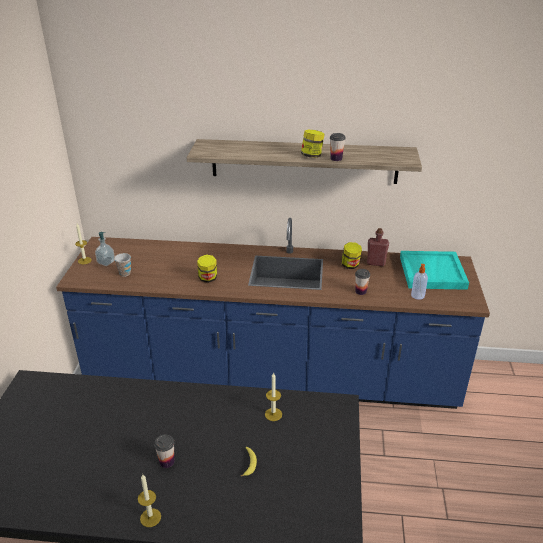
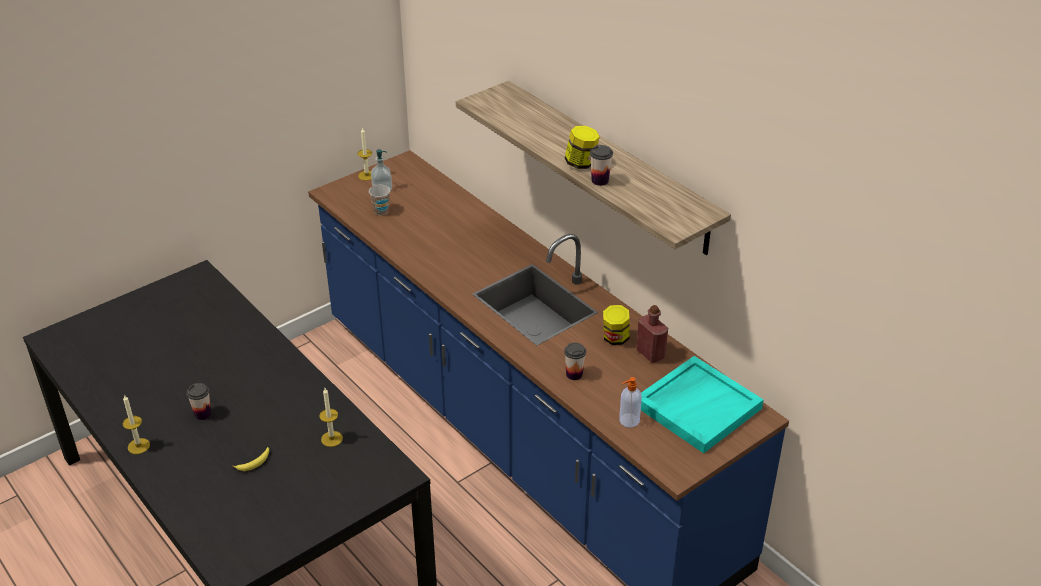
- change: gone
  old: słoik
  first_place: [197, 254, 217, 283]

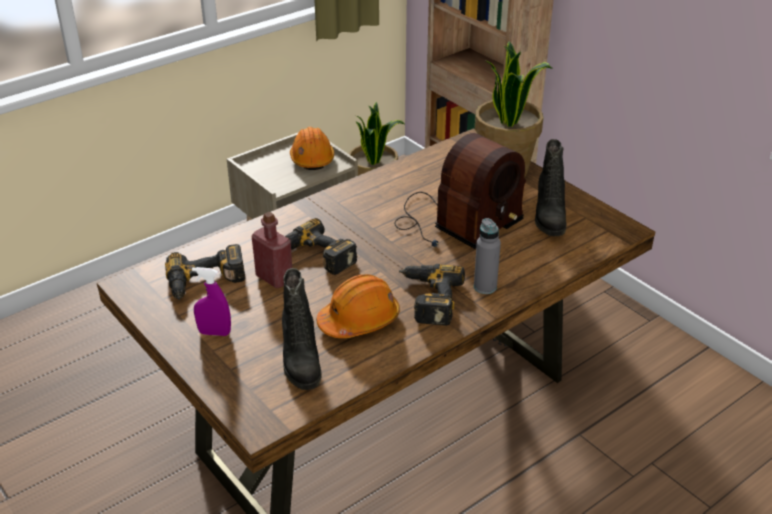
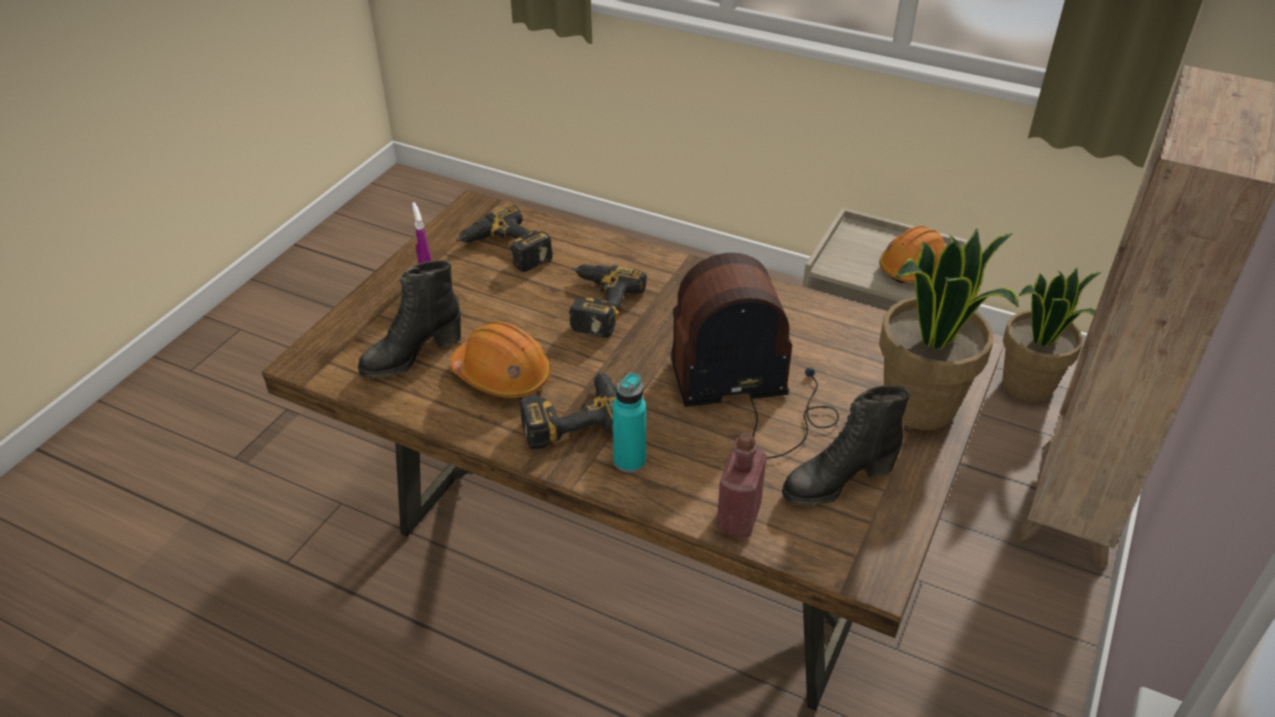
- change: repainted
  old: butelka/szary
  new: butelka/turkusowy
  first_place: [474, 218, 501, 294]
  second_place: [612, 373, 646, 473]
- change: rotated
  old: radio
  first_place: [394, 133, 526, 249]
  second_place: [670, 253, 839, 459]
  degrees: 150
- change: shifted
  old: butelka/czerwony
  first_place: [252, 212, 292, 288]
  second_place: [717, 432, 767, 538]

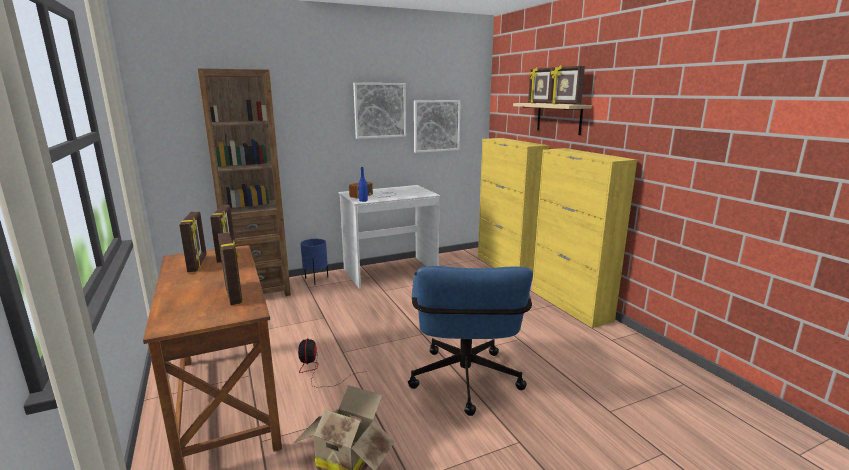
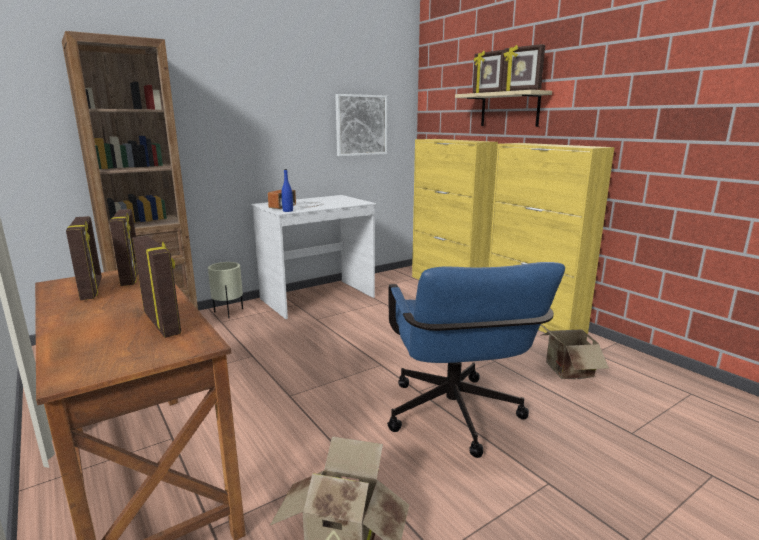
- change: repainted
  old: donica/niebieski
  new: donica/beżowy
  first_place: [300, 239, 328, 285]
  second_place: [208, 262, 243, 318]
- change: new
  new: karton
  second_place: [541, 322, 609, 380]
- change: gone
  old: wentylator
  first_place: [298, 338, 360, 387]
- change: gone
  old: obraz
  first_place: [353, 83, 406, 139]

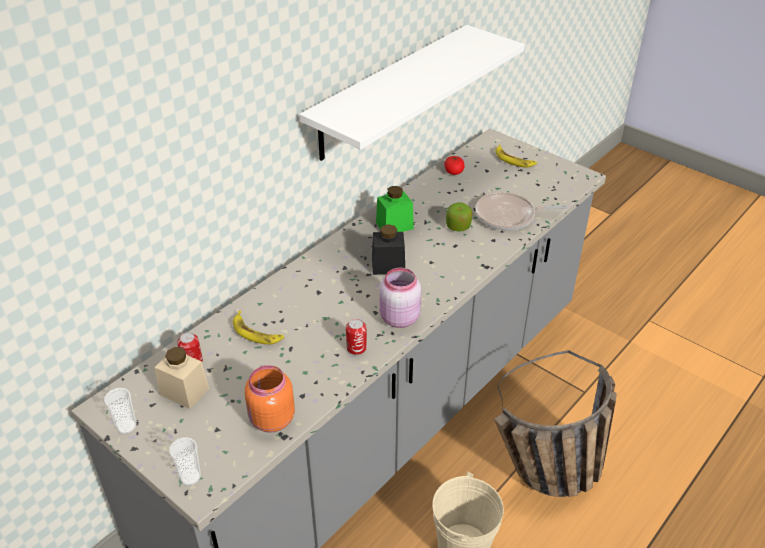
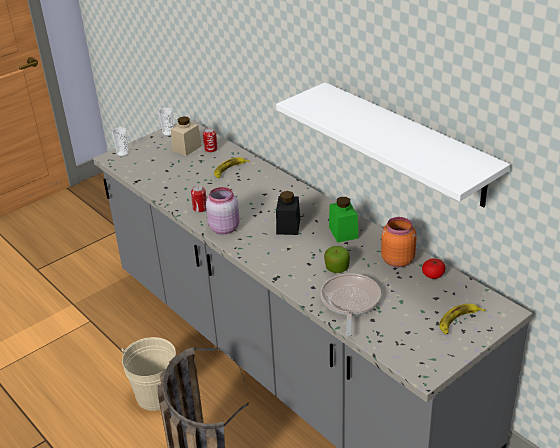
- change: shifted
  old: słoik/pomarańczowy
  first_place: [245, 365, 295, 433]
  second_place: [381, 217, 417, 267]

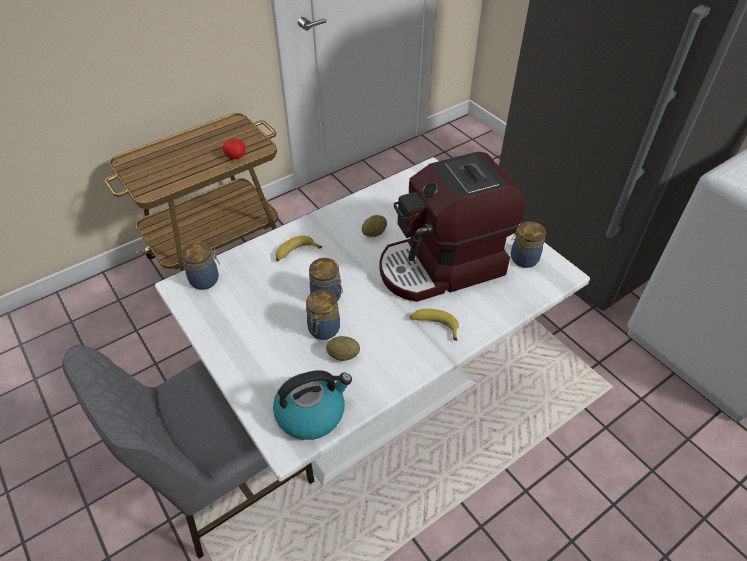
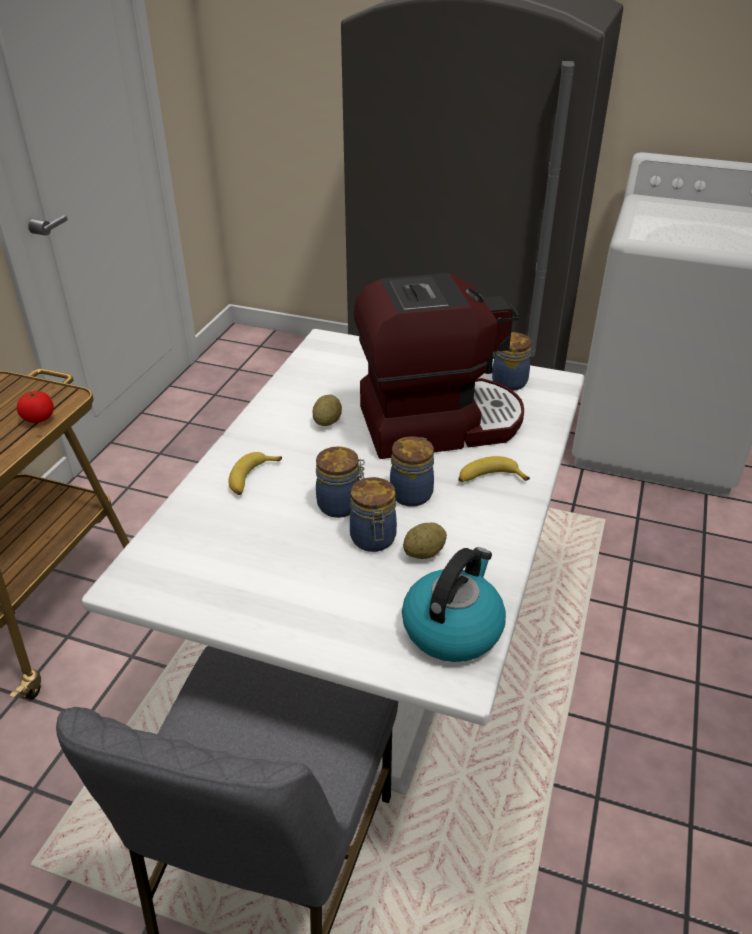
- change: rotated
  old: ekspres do kawy
  first_place: [379, 152, 525, 302]
  second_place: [354, 273, 524, 459]
  degrees: -135
- change: shifted
  old: słoik
  first_place: [181, 242, 220, 290]
  second_place: [390, 437, 434, 507]

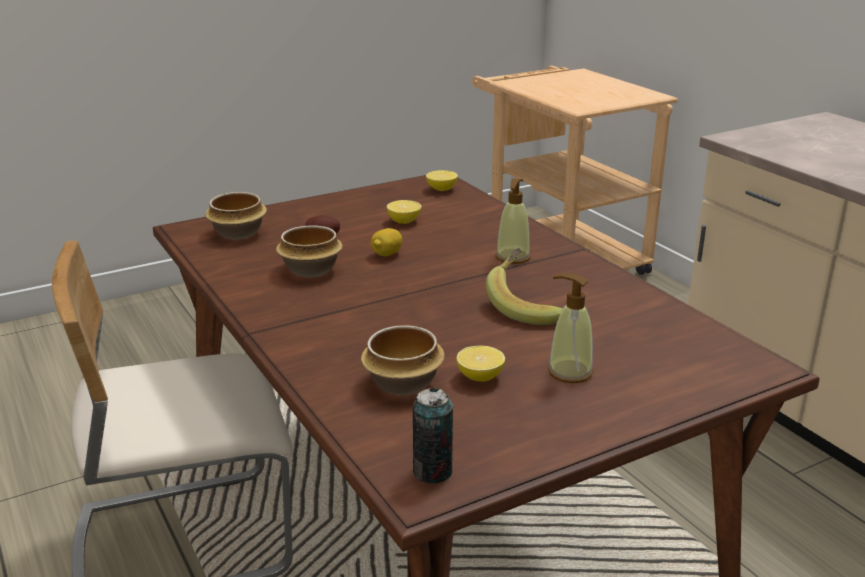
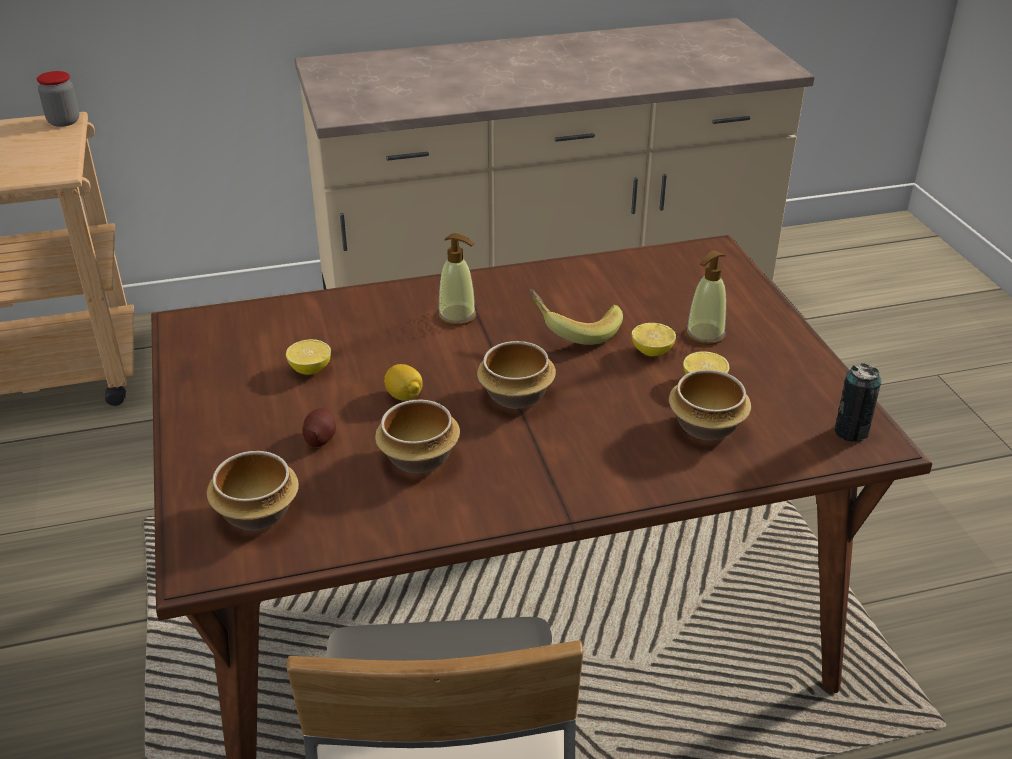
- change: new
  new: słoik
  second_place: [37, 71, 80, 127]
- change: new
  new: miska
  second_place: [477, 341, 556, 409]
- change: shifted
  old: cytryna
  first_place: [426, 170, 458, 191]
  second_place: [632, 323, 676, 356]

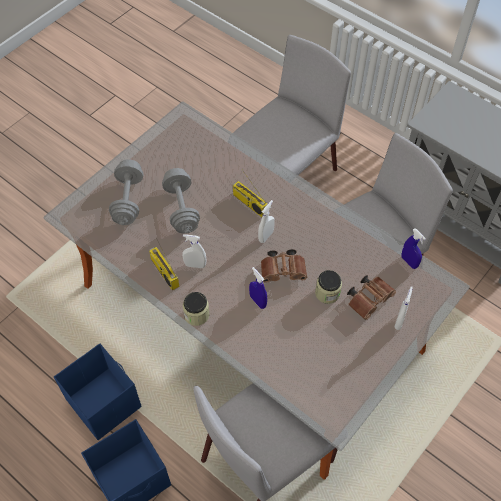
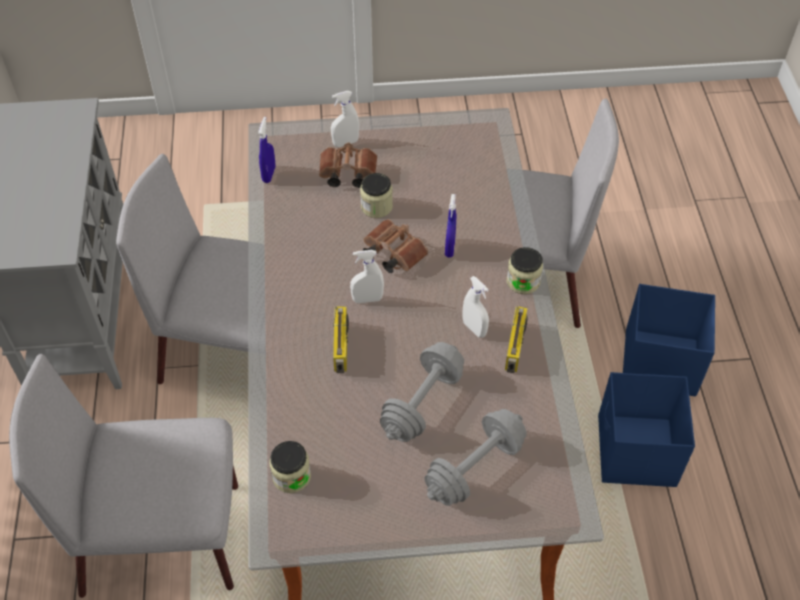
- change: new
  new: słoik
  second_place: [269, 441, 311, 493]

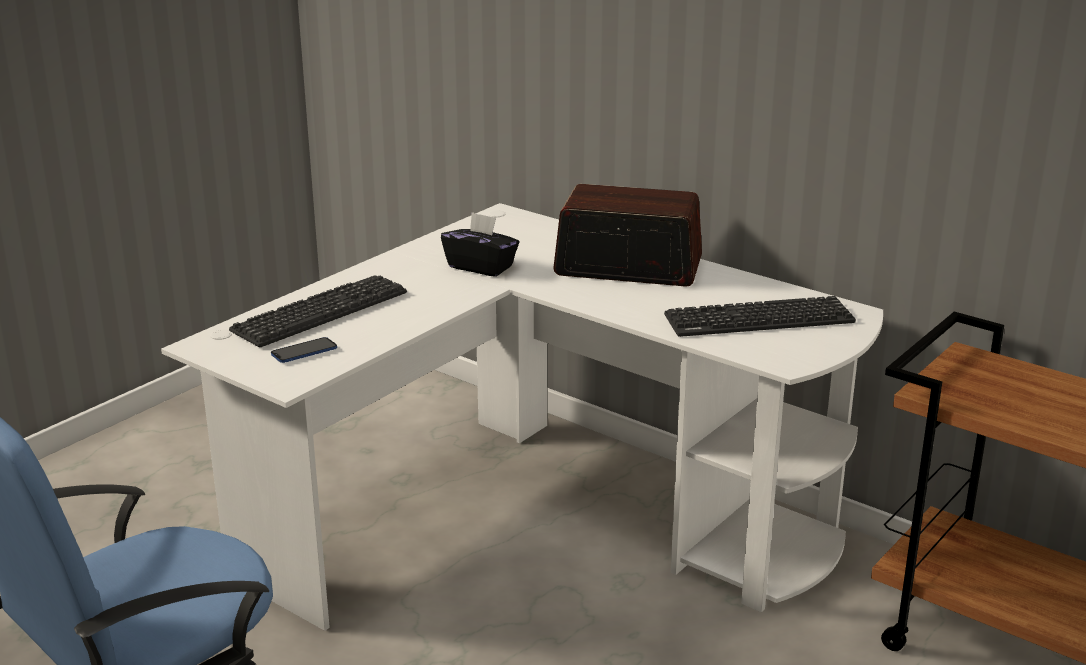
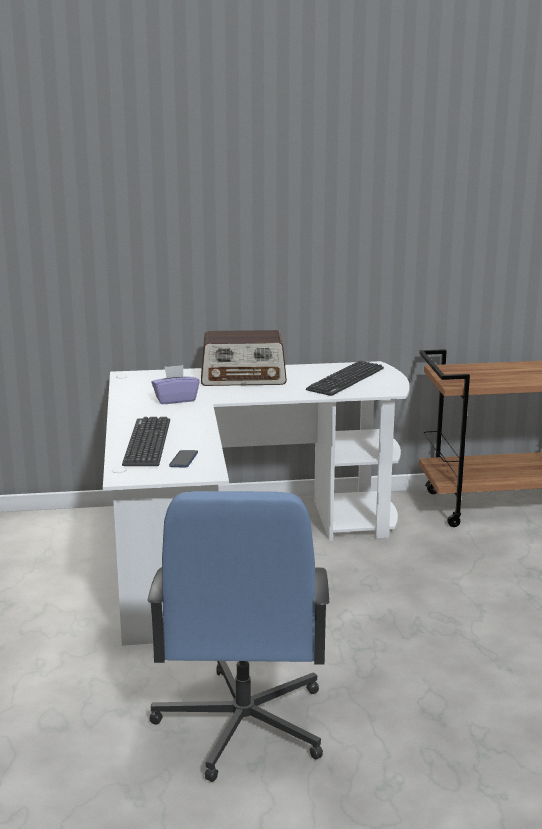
- change: repainted
  old: pudełko chusteczek/czarny
  new: pudełko chusteczek/fioletowy
  first_place: [441, 212, 519, 277]
  second_place: [151, 365, 200, 404]
- change: rotated
  old: radio
  first_place: [553, 184, 702, 287]
  second_place: [201, 330, 287, 386]
  degrees: -150

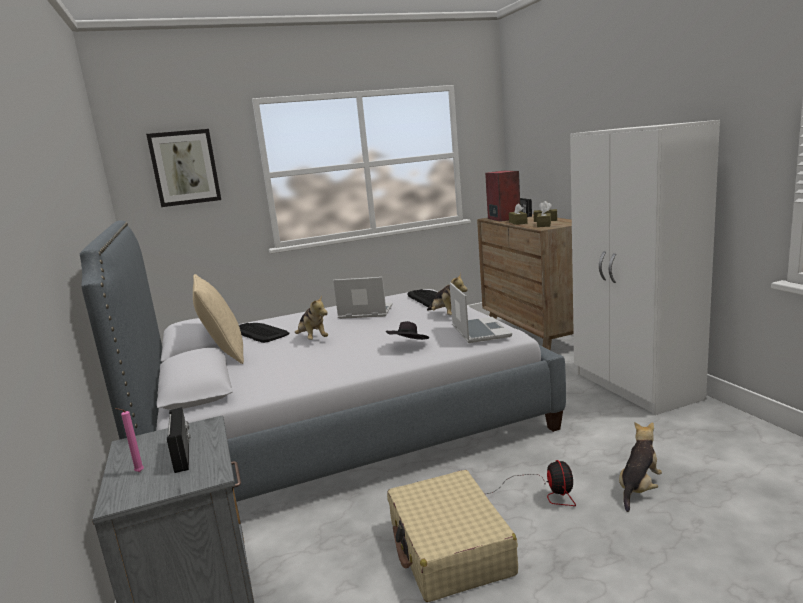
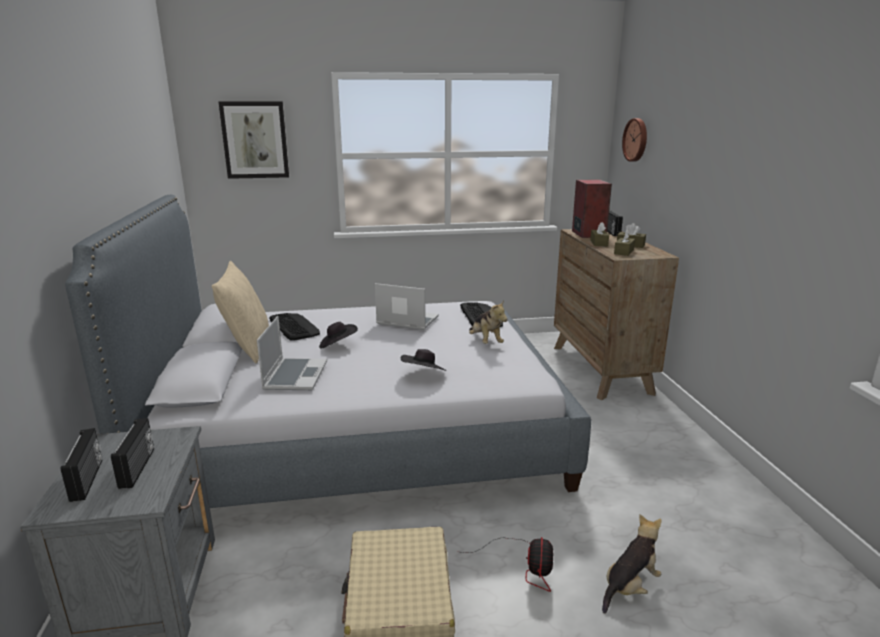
- change: swapped
  old: świeca/różowy
  new: radio
  first_place: [115, 408, 144, 472]
  second_place: [60, 428, 102, 502]
- change: shifted
  old: laptop
  first_place: [449, 282, 512, 343]
  second_place: [257, 316, 327, 390]
- change: swapped
  old: pluszak
  new: kapelusz/czarny
  first_place: [295, 295, 328, 340]
  second_place: [319, 322, 358, 349]
- change: new
  new: zegar ścienny
  second_place: [622, 118, 647, 162]
- change: gone
  old: szafa/biały
  first_place: [570, 120, 720, 415]

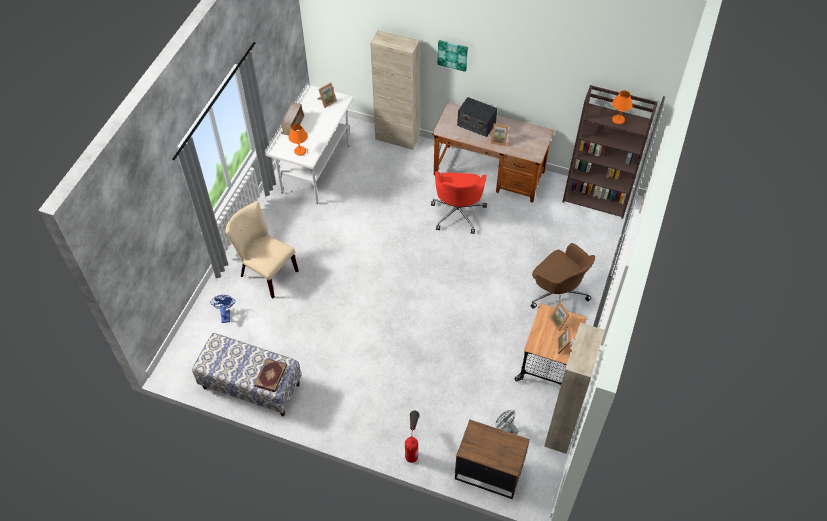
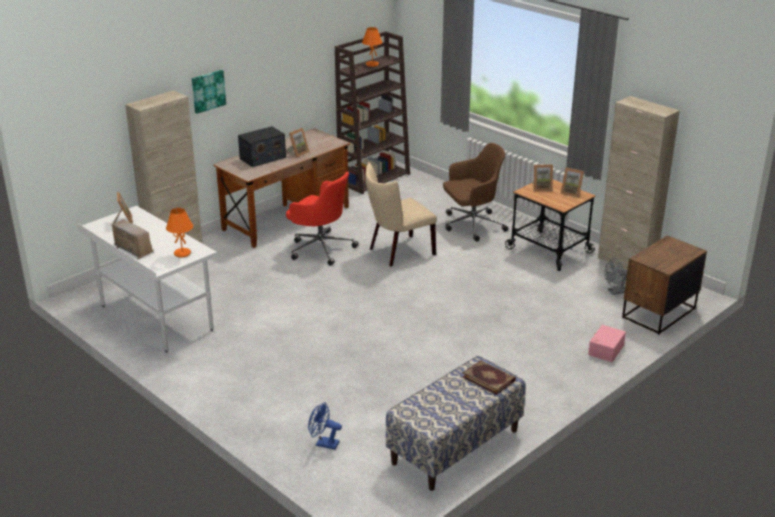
- change: shifted
  old: krzesło/beżowy
  first_place: [225, 201, 299, 298]
  second_place: [365, 162, 437, 267]
- change: swapped
  old: gaśnica
  new: pojemnik do przechowywania/różowy
  first_place: [405, 411, 420, 463]
  second_place: [588, 325, 626, 362]

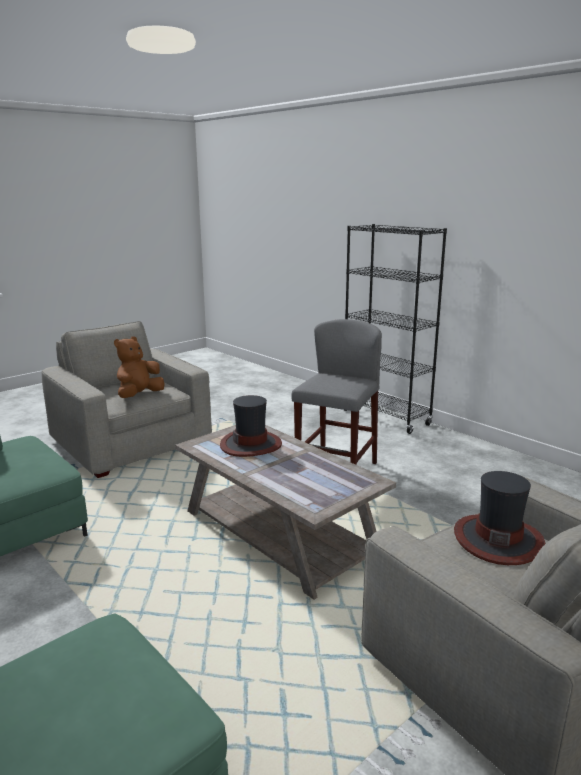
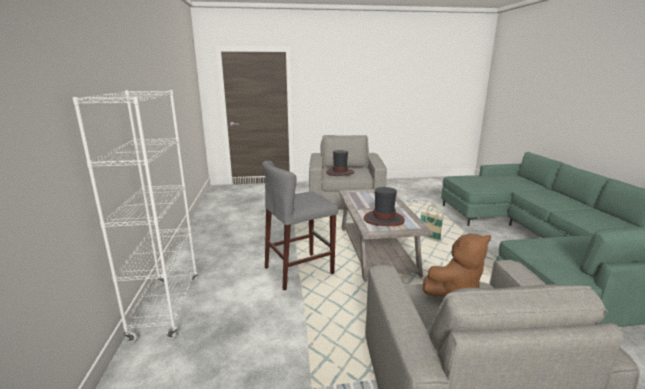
- change: repainted
  old: regał/czarny
  new: regał/biały
  first_place: [344, 224, 447, 434]
  second_place: [72, 90, 198, 343]
- change: new
  new: koszyk
  second_place: [421, 205, 444, 241]

